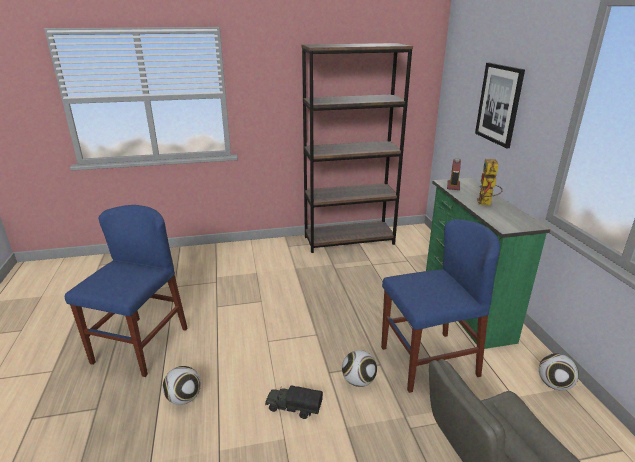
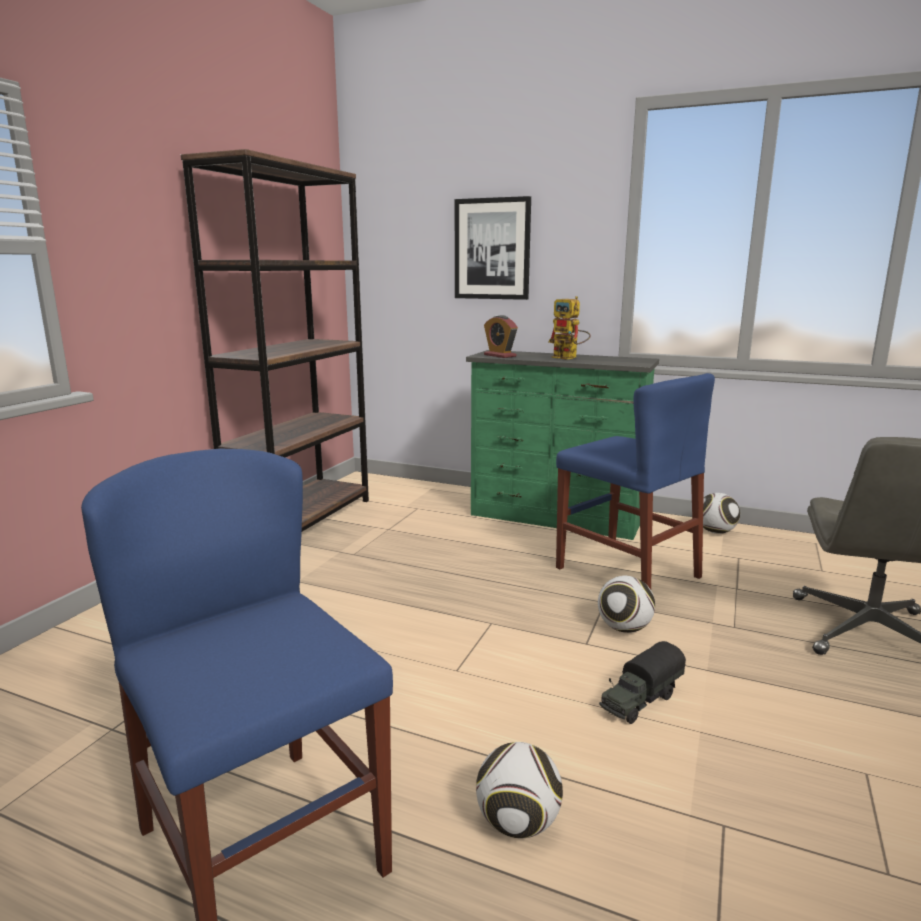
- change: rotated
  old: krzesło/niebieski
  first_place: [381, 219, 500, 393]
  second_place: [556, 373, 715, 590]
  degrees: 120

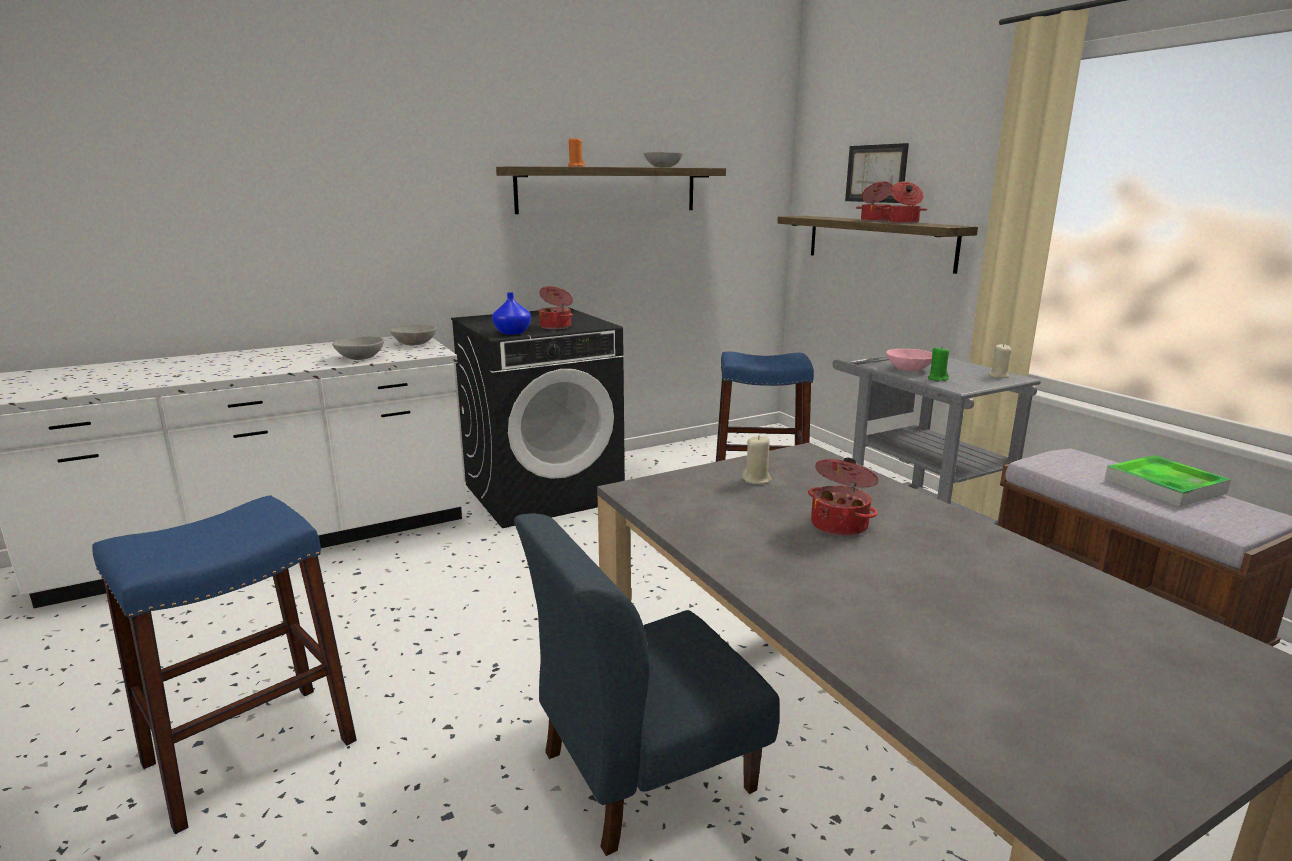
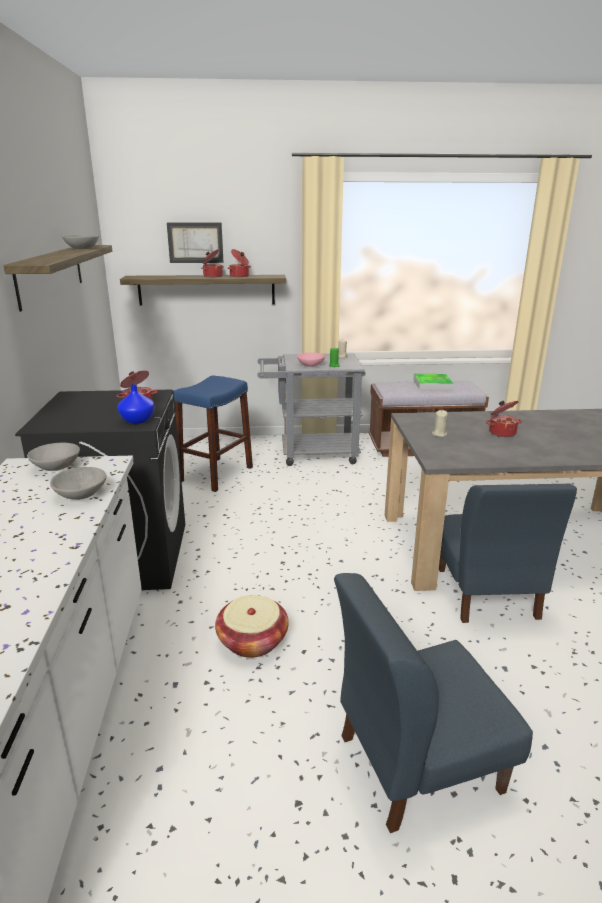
- change: new
  new: koszyk
  second_place: [215, 595, 289, 658]
- change: swapped
  old: stołek/niebieski
  new: krzesło/niebieski
  first_place: [92, 495, 357, 834]
  second_place: [334, 573, 533, 833]
- change: gone
  old: świeca/pomarańczowy
  first_place: [568, 137, 585, 167]

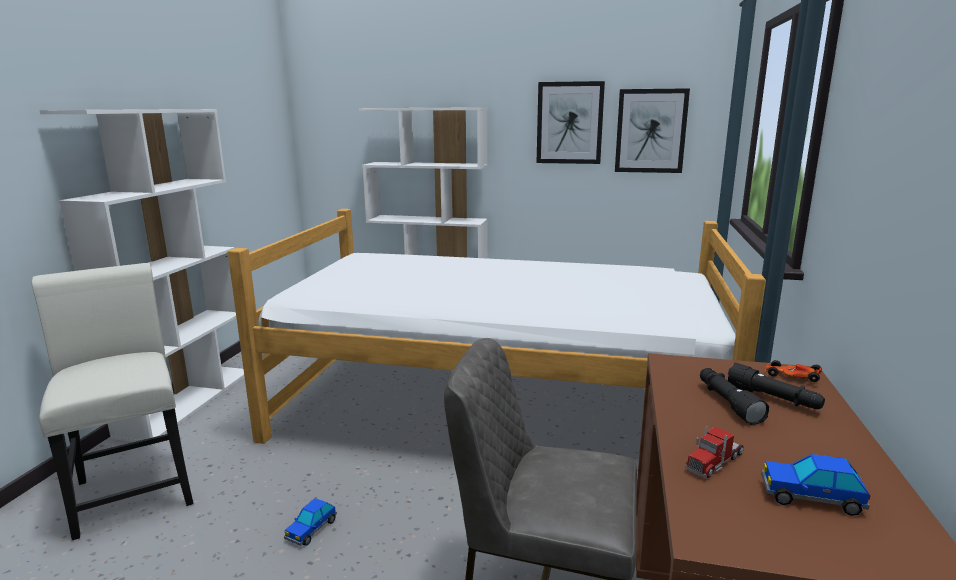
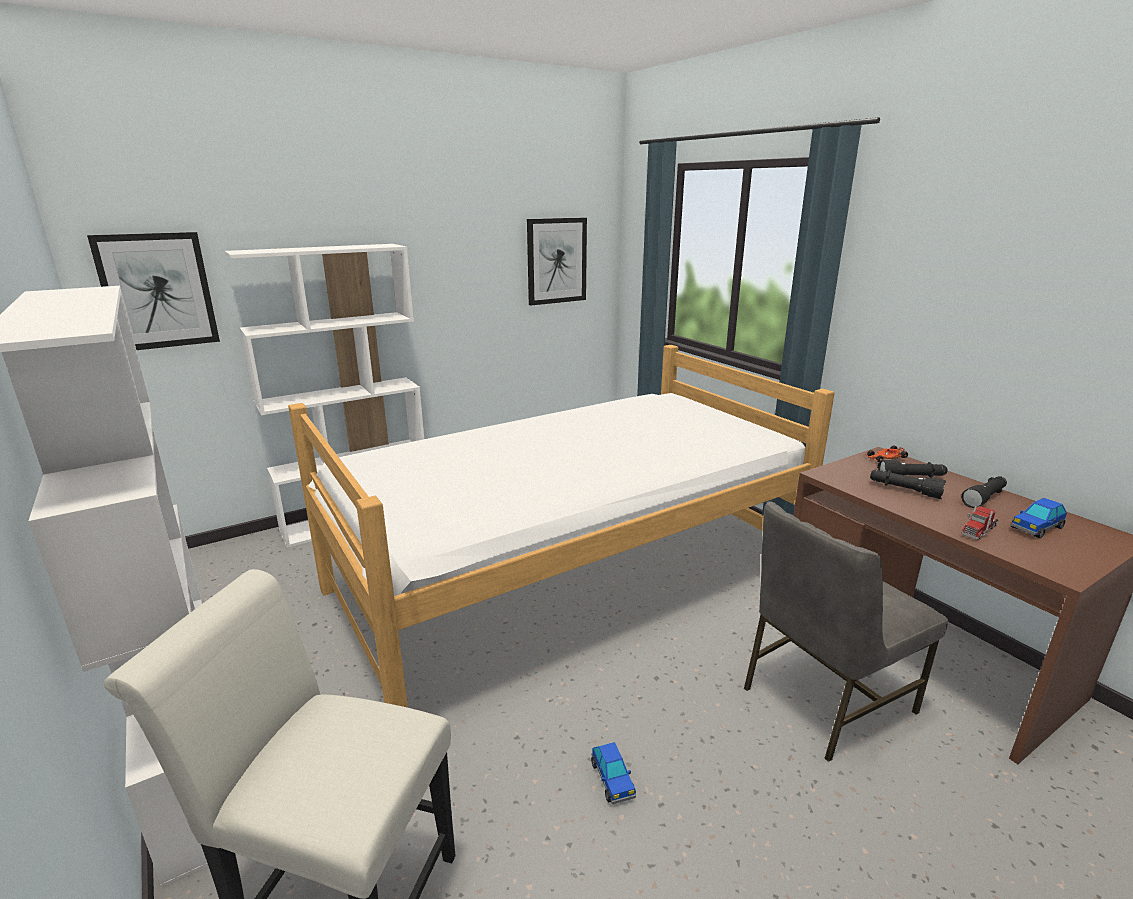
- change: shifted
  old: obraz
  first_place: [537, 81, 605, 164]
  second_place: [87, 232, 220, 350]
- change: new
  new: latarka/czarny
  second_place: [961, 476, 1007, 508]
- change: rotated
  old: ciężarówka zabawkowa
  first_place: [685, 426, 744, 478]
  second_place: [961, 505, 998, 540]
  degrees: 45

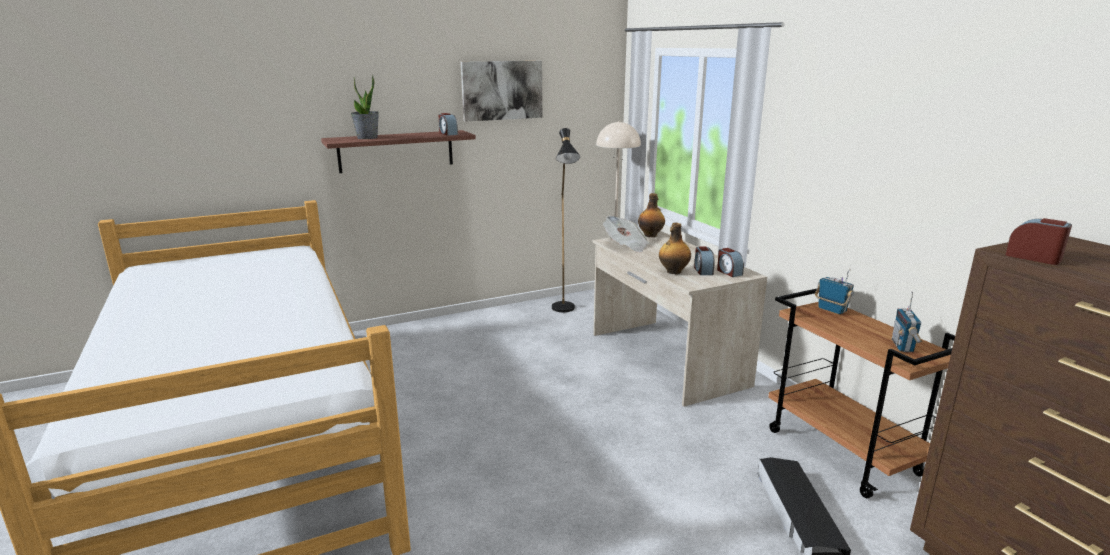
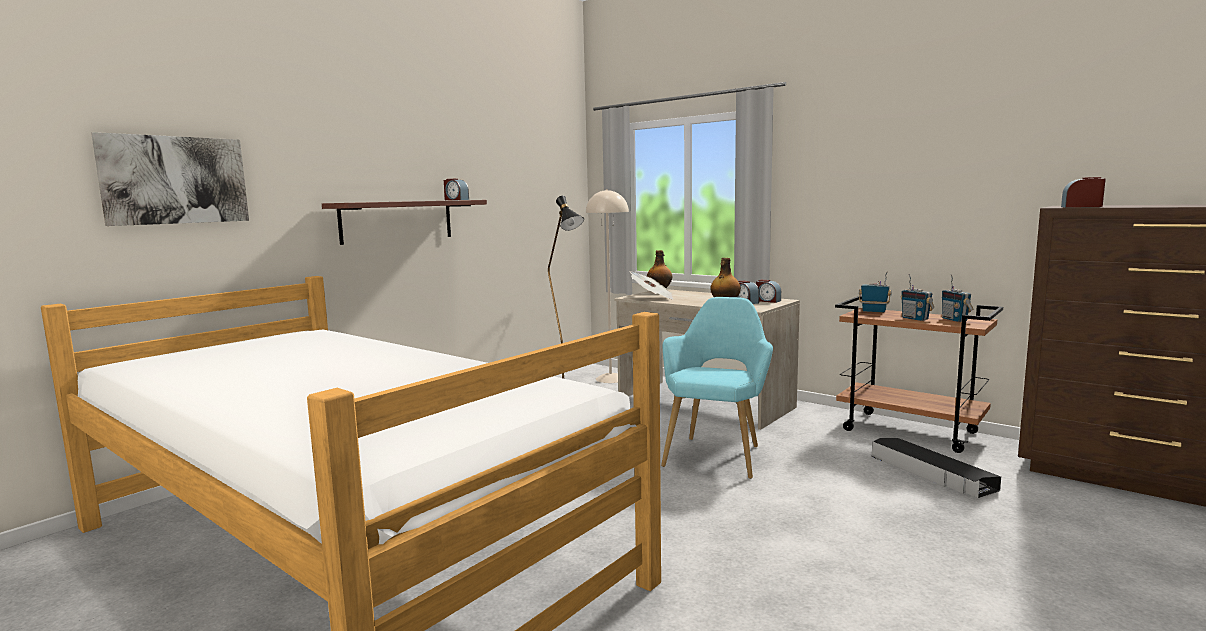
- change: shifted
  old: obraz
  first_place: [461, 61, 542, 122]
  second_place: [91, 132, 249, 226]
- change: new
  new: fotel/turkusowy
  second_place: [661, 297, 773, 479]
- change: new
  new: radio
  second_place: [900, 274, 934, 321]
- change: gone
  old: roślina doniczkowa
  first_place: [351, 75, 379, 139]

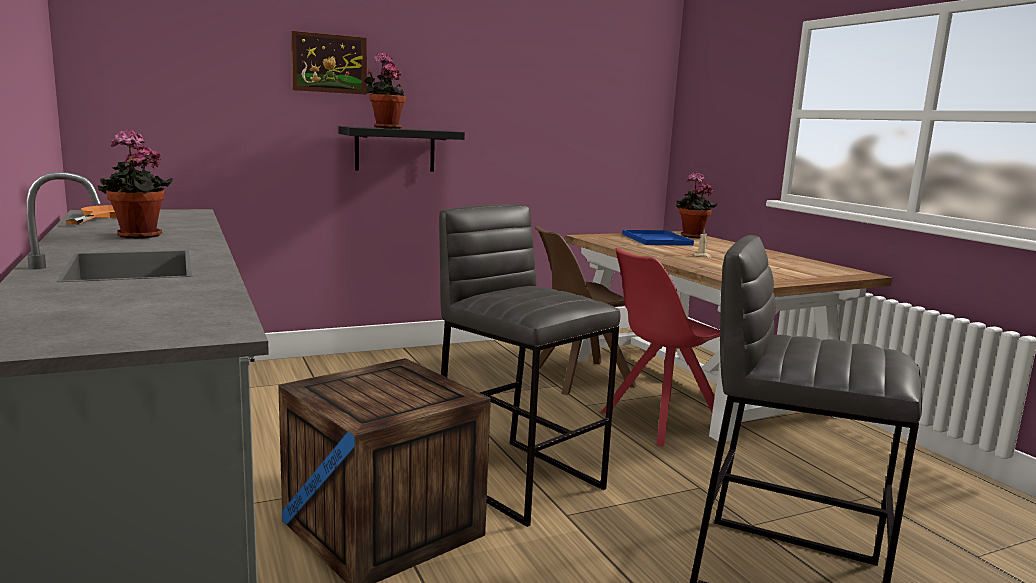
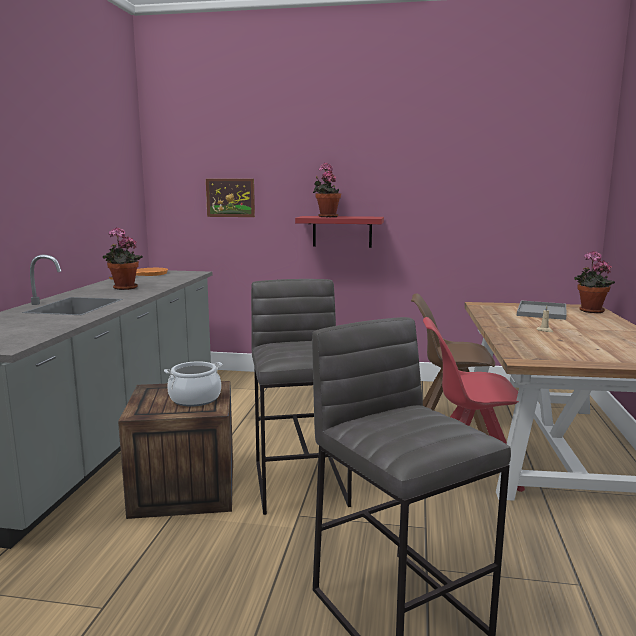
- change: new
  new: garnek
  second_place: [164, 361, 222, 407]
- change: shifted
  old: obraz
  first_place: [291, 31, 367, 94]
  second_place: [206, 179, 255, 217]
- change: repainted
  old: półka/czarny
  new: półka/czerwony
  first_place: [339, 126, 465, 172]
  second_place: [295, 216, 384, 248]
- change: repainted
  old: taca/niebieski
  new: taca/szary
  first_place: [622, 230, 694, 246]
  second_place: [517, 300, 566, 320]

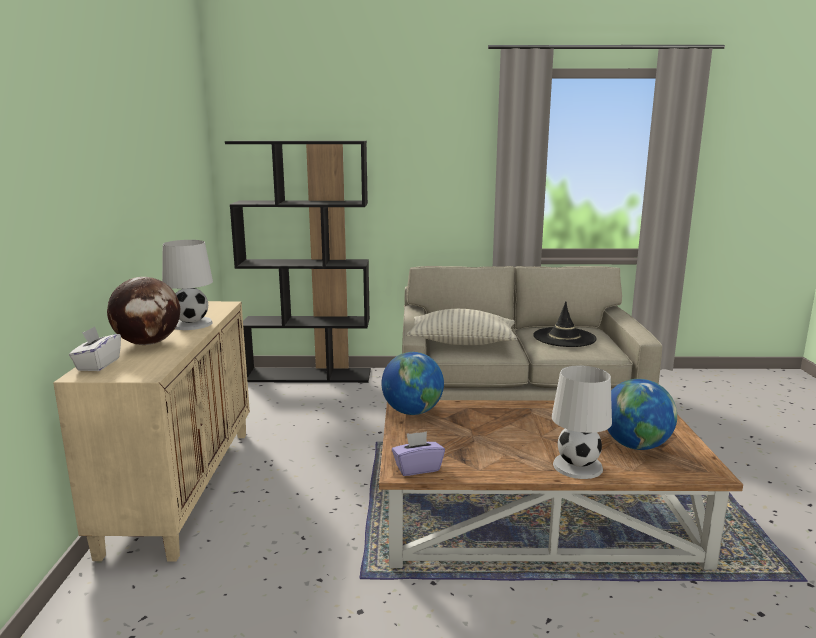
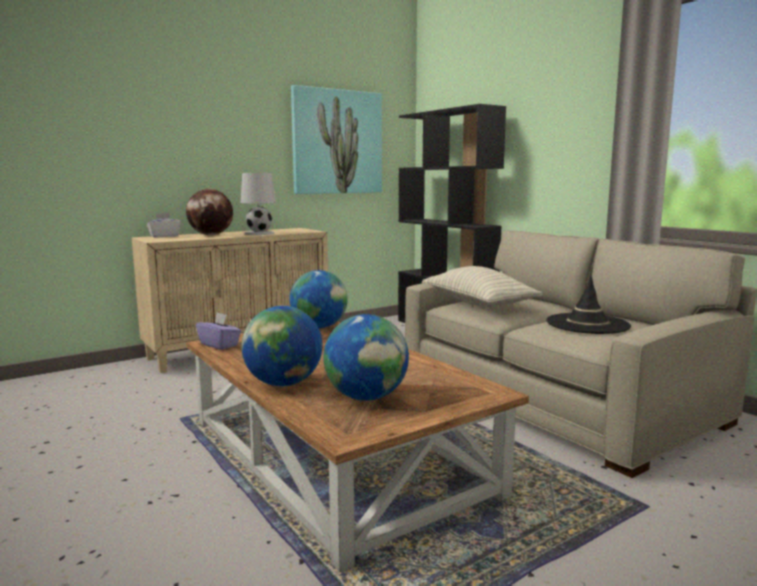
- change: swapped
  old: lampa stołowa/biały
  new: globus
  first_place: [552, 365, 612, 479]
  second_place: [241, 306, 322, 386]
- change: new
  new: obraz
  second_place: [291, 85, 382, 194]

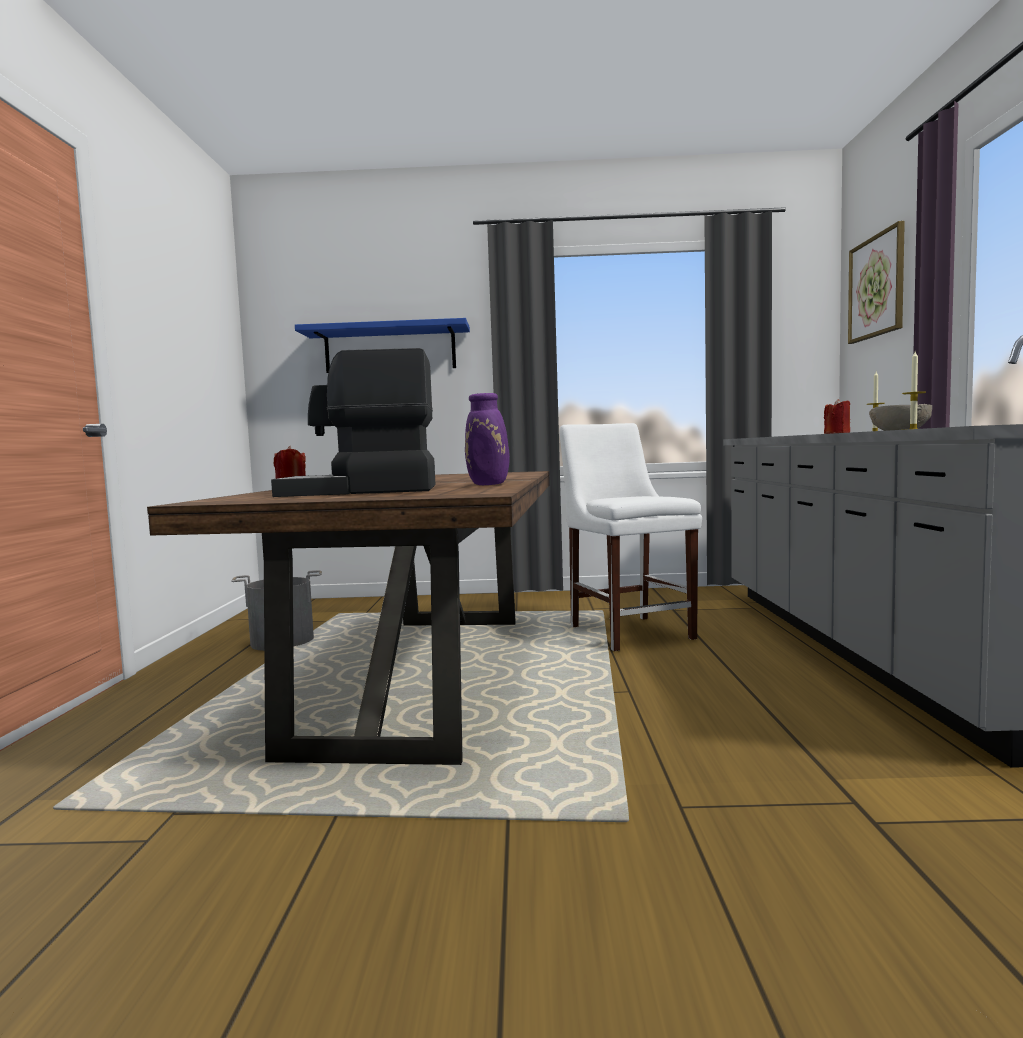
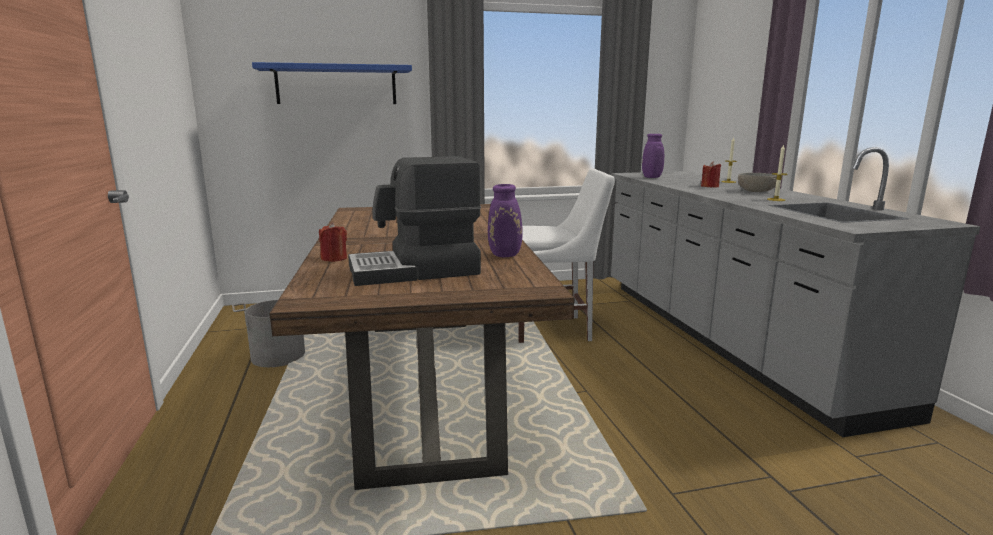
- change: rotated
  old: krzesło/biały
  first_place: [559, 423, 702, 651]
  second_place: [518, 169, 615, 343]
  degrees: 120
- change: new
  new: wazon/fioletowy
  second_place: [642, 134, 664, 178]
- change: gone
  old: obraz
  first_place: [848, 221, 905, 344]

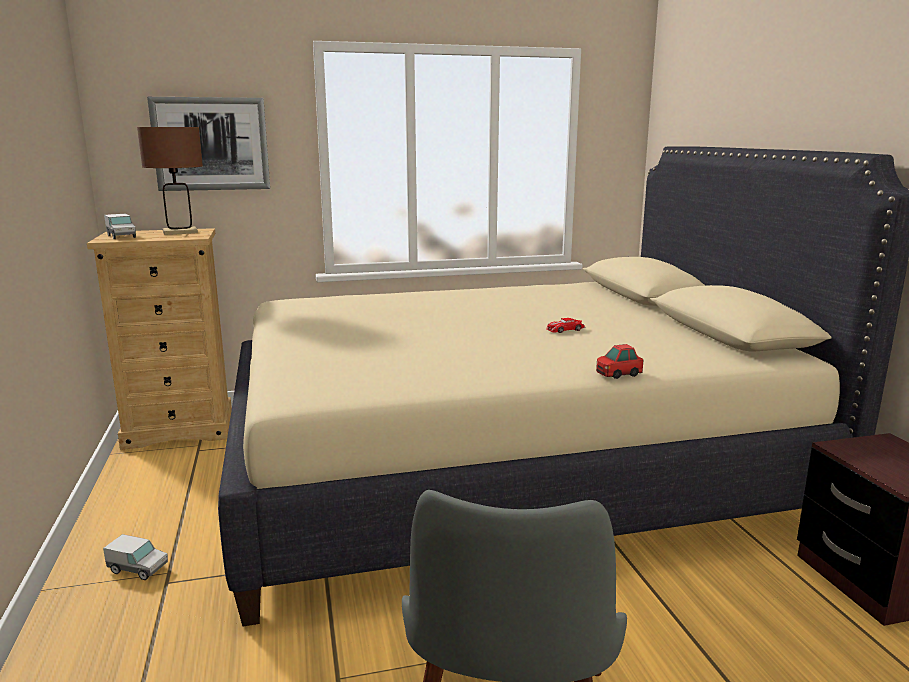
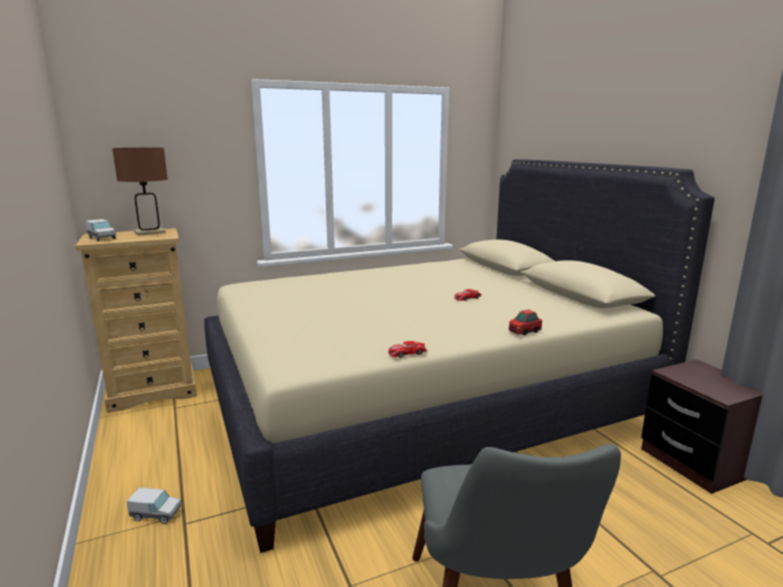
- change: new
  new: samochodzik
  second_place: [388, 341, 427, 358]
- change: gone
  old: obraz
  first_place: [147, 97, 270, 191]

